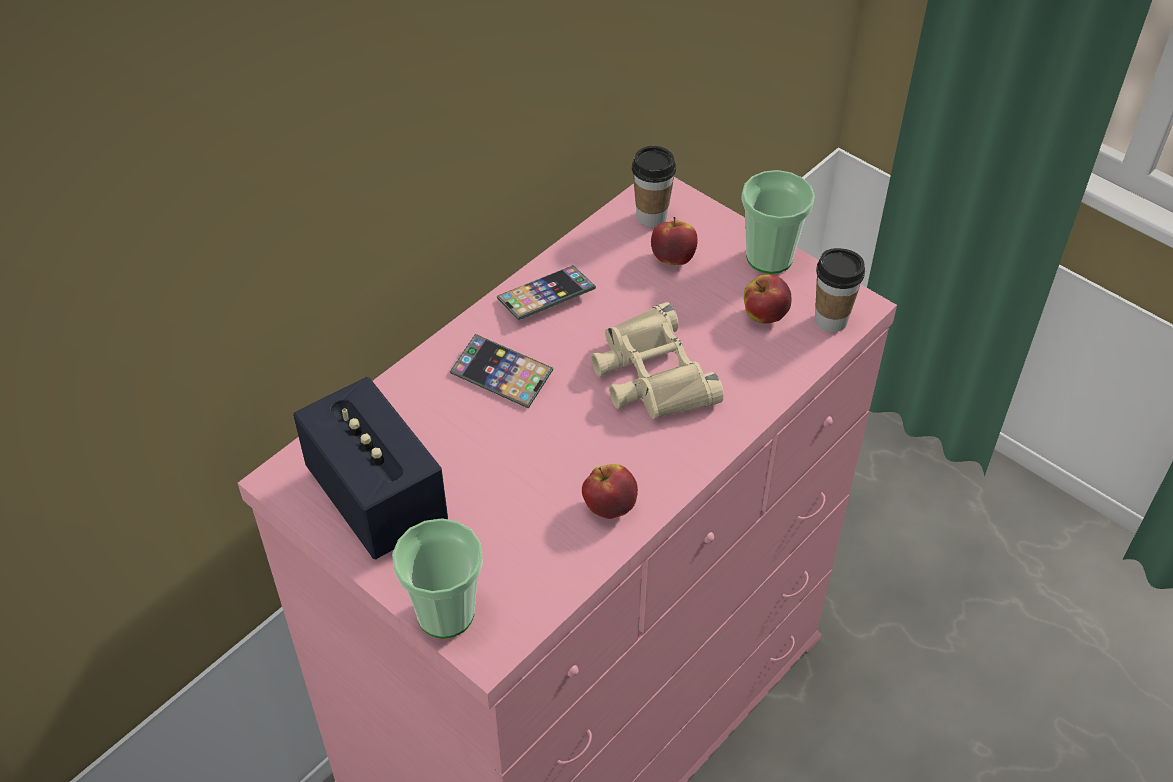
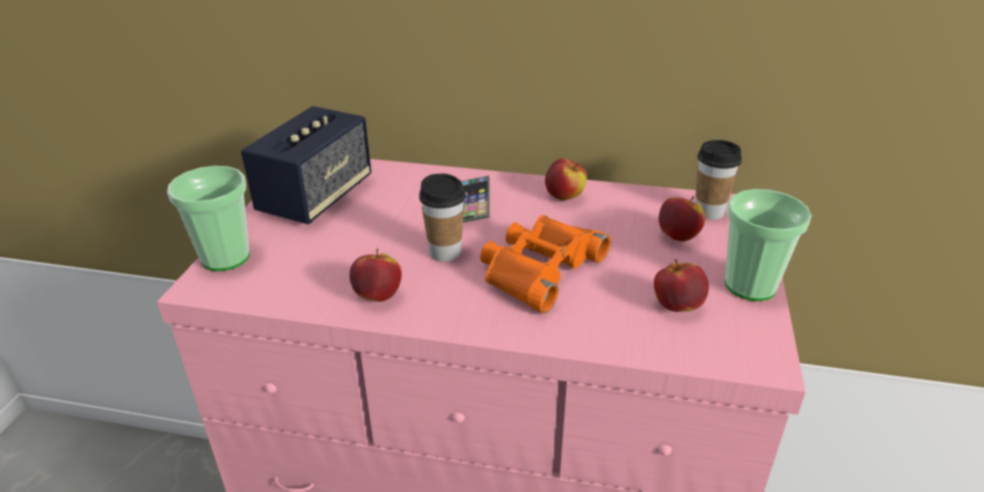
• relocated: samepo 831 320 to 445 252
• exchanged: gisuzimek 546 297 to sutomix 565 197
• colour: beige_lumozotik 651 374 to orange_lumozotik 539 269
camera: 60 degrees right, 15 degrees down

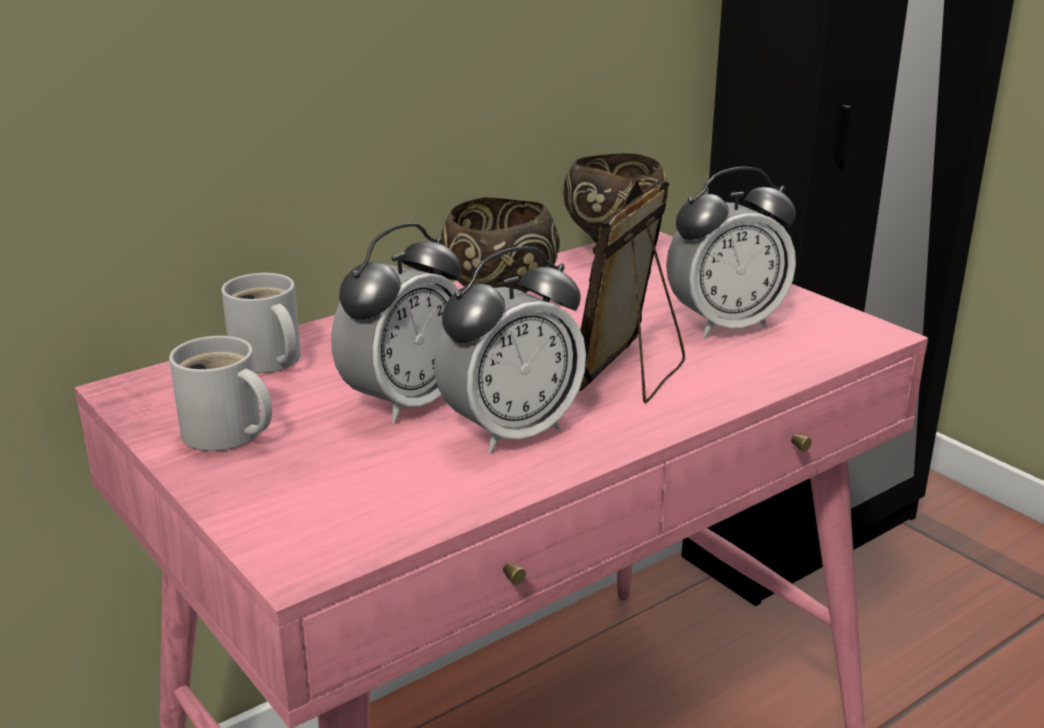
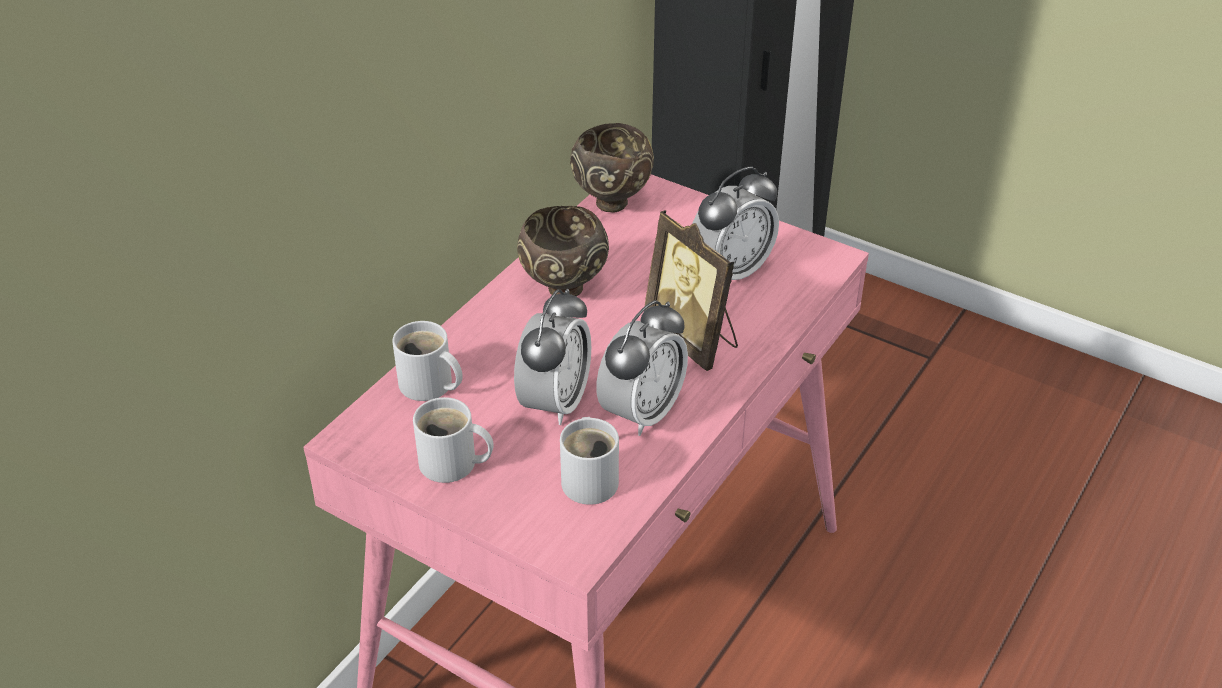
• spun: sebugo 632 376 = 693 339 45 degrees counterclockwise
• appeared: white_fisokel 591 478
camera: 20 degrees left, 15 degrees up

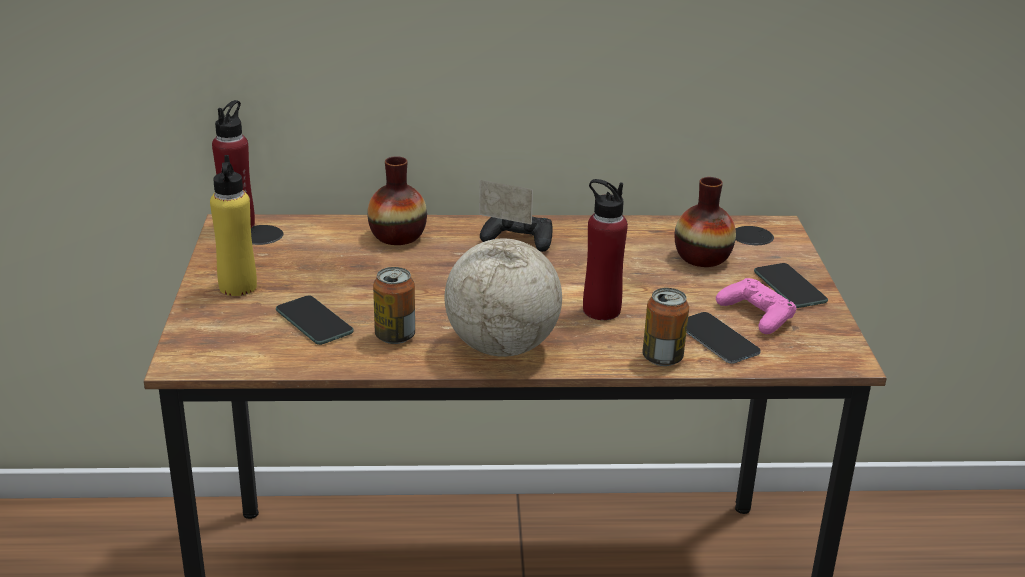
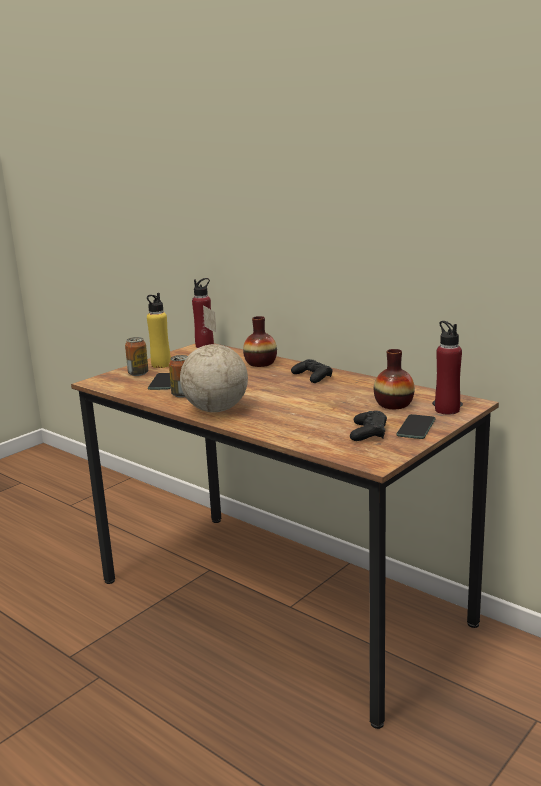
• relocated: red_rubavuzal 601 310 to 447 410
• colour: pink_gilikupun 756 314 to black_gilikupun 368 432
• relocated: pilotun 662 358 to 138 373
• missing: gisuzimek 717 338
camera: 45 degrees right, 10 degrees down

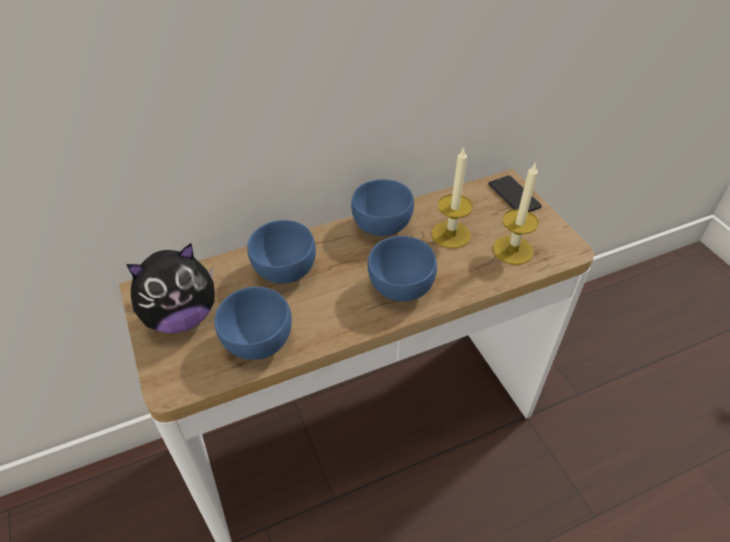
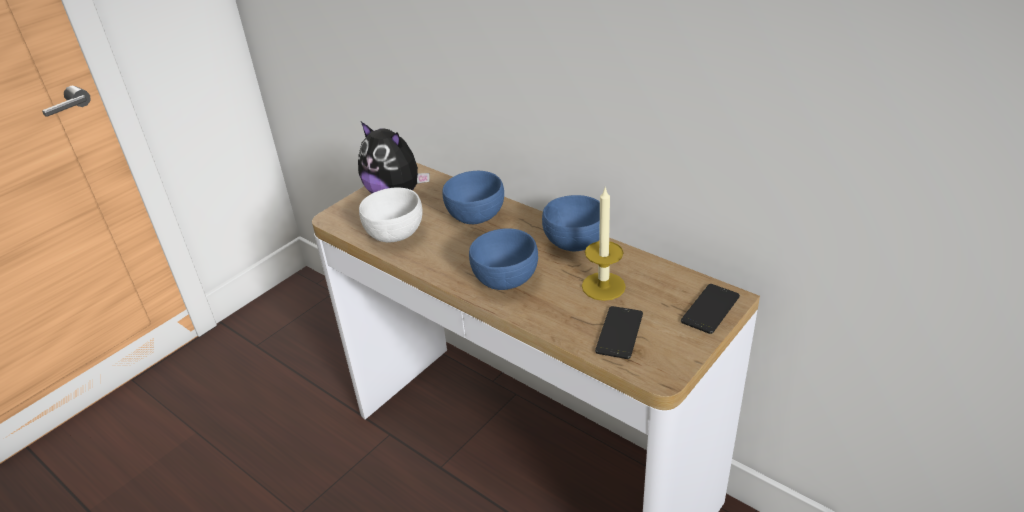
• exchanged: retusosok 513 250 to gisuzimek 619 333
• colour: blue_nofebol 259 341 to white_nofebol 396 235
camera: 65 degrees right, 10 degrees down

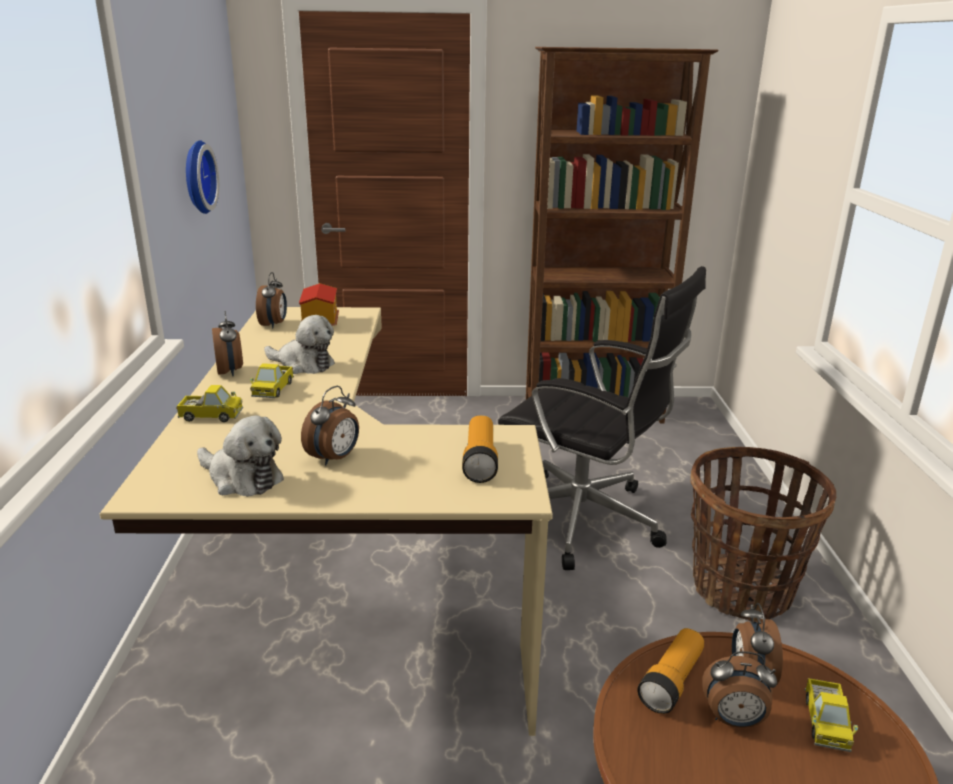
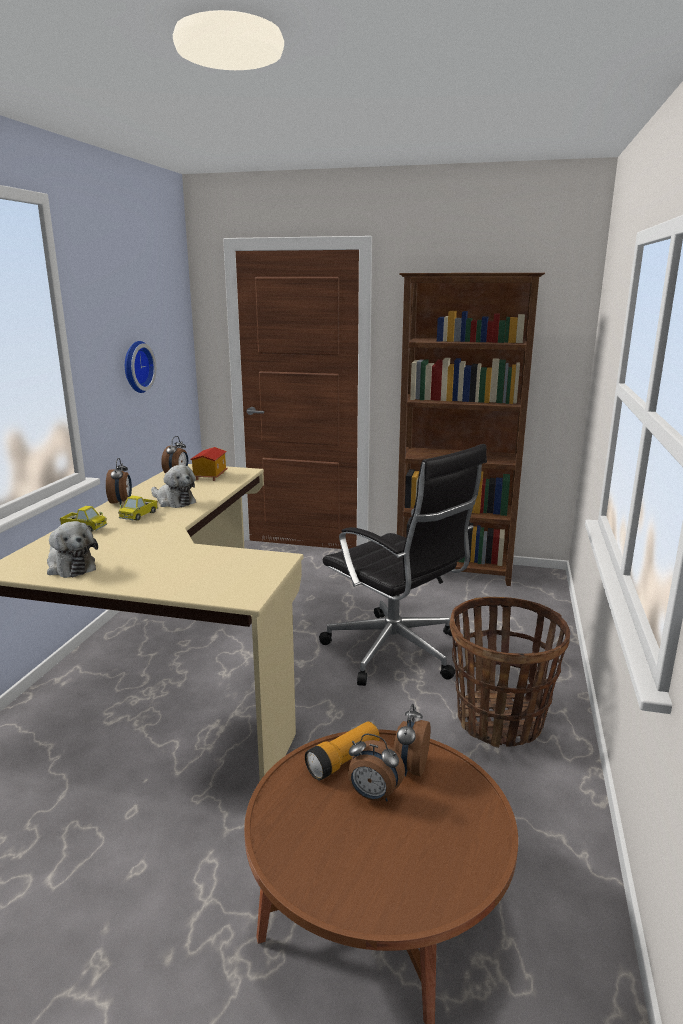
• missing: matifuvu 335 458
• missing: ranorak 480 461
• missing: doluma 825 723
camera: 15 degrees right, 5 degrees down

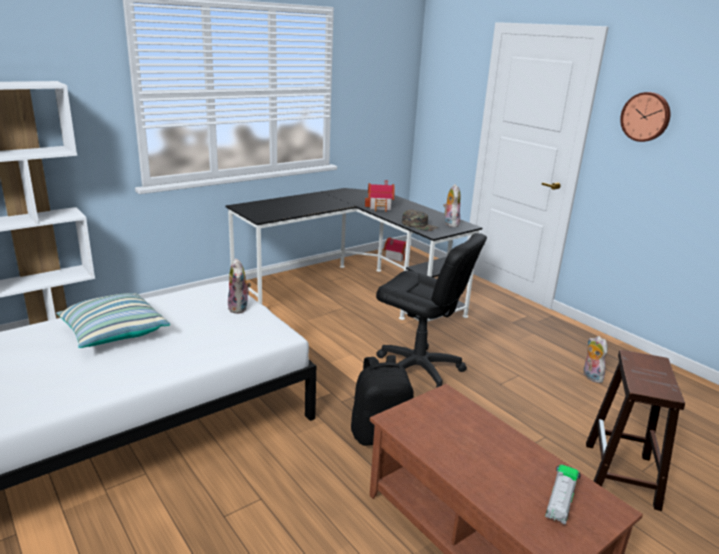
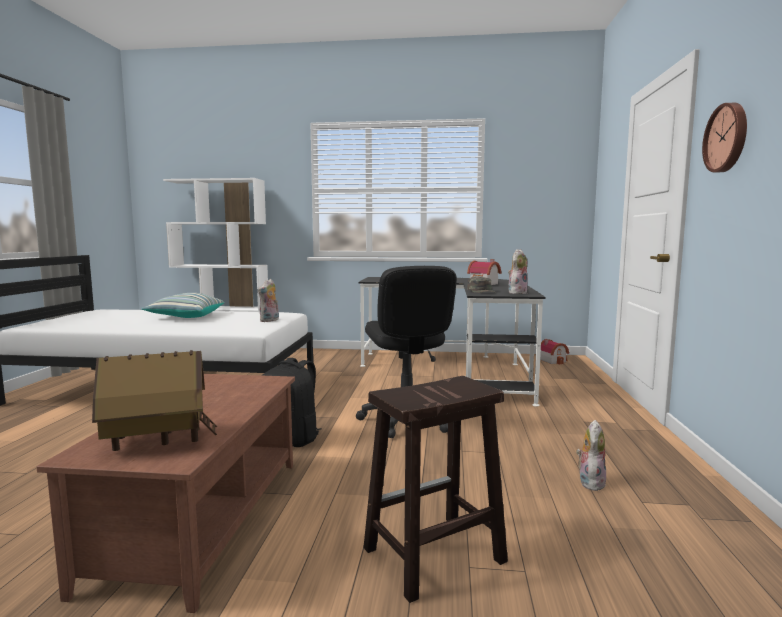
• exchanged: doluma 559 504 to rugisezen 158 441
camera: 45 degrees right, 15 degrees down

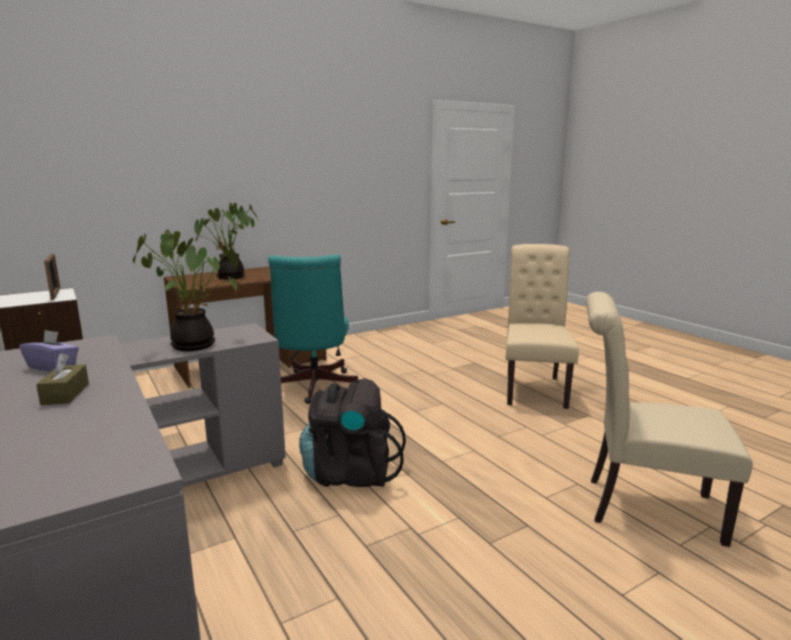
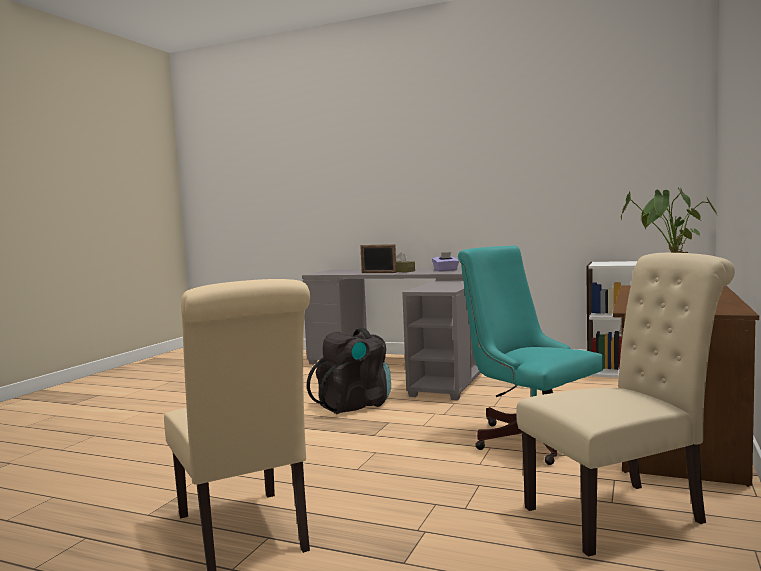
• missing: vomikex 196 344
• relocated: sebugo 55 294 to 378 272
• relocated: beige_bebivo 643 507 to 623 513
camera: 145 degrees right, 10 degrees down

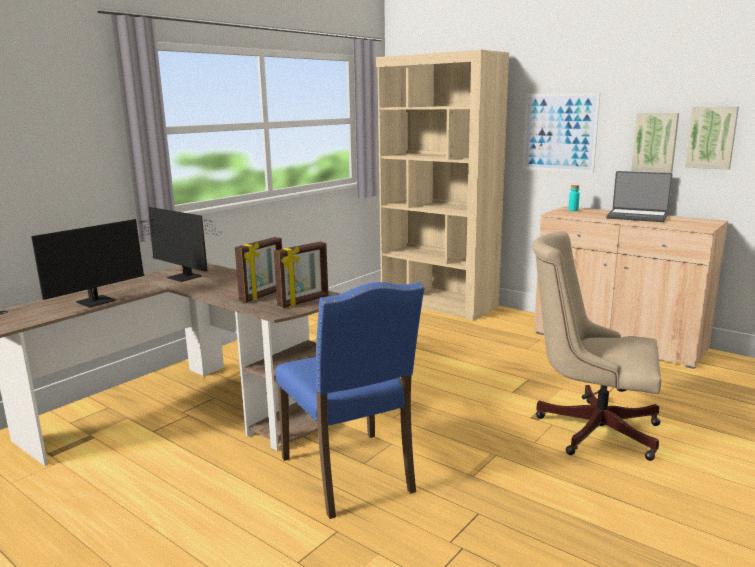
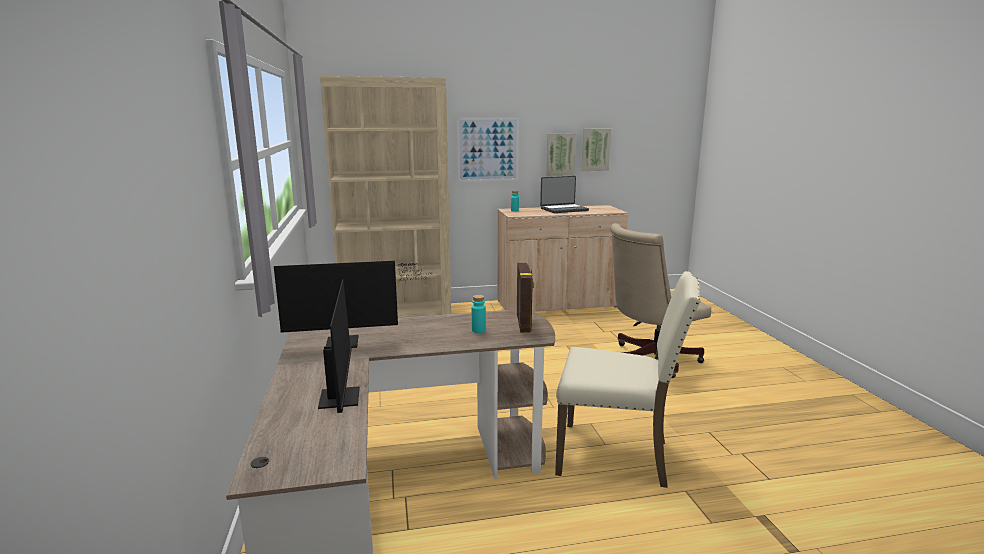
• exchanged: sebugo 263 295 to turquoise_rubavuzal 478 330
• colour: blue_bebivo 351 475 to beige_bebivo 616 455
camera: 50 degrees left, 0 degrees up

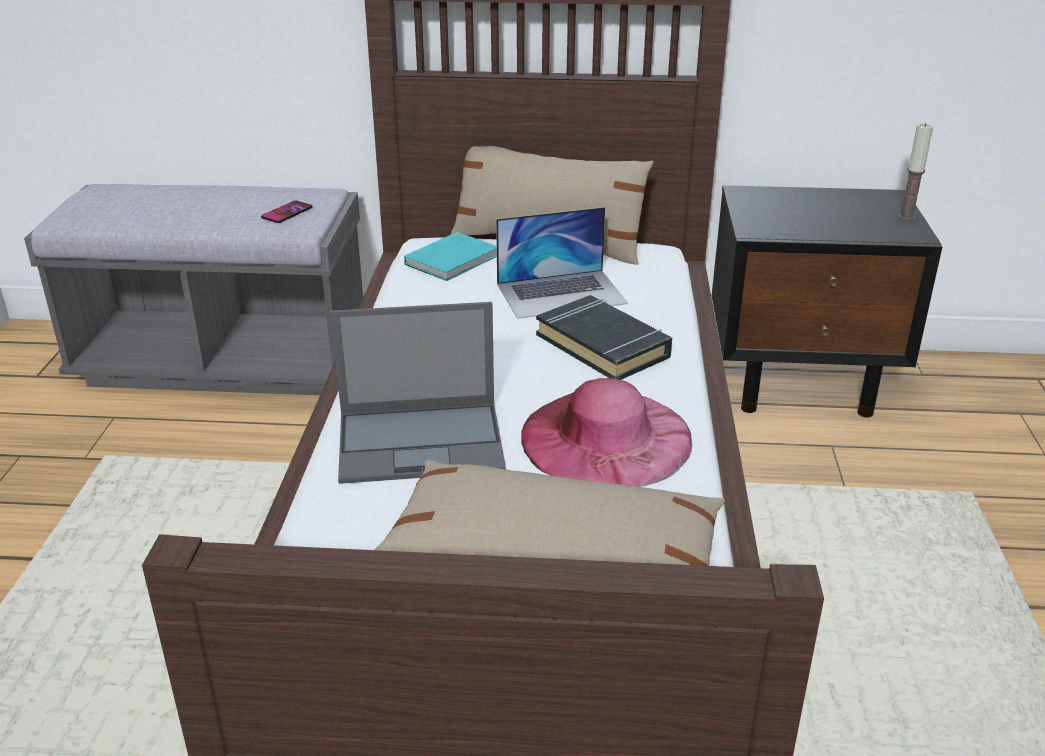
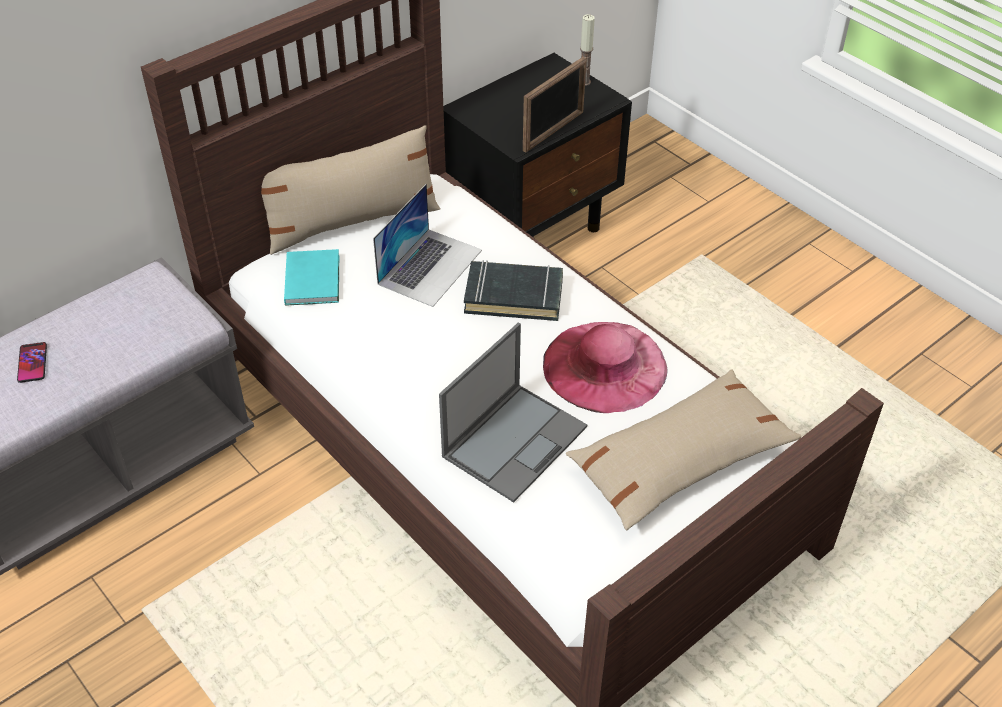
• relocated: gisuzimek 287 213 to 32 363
• appeared: sebugo 553 131
camera: 45 degrees left, 15 degrees up

